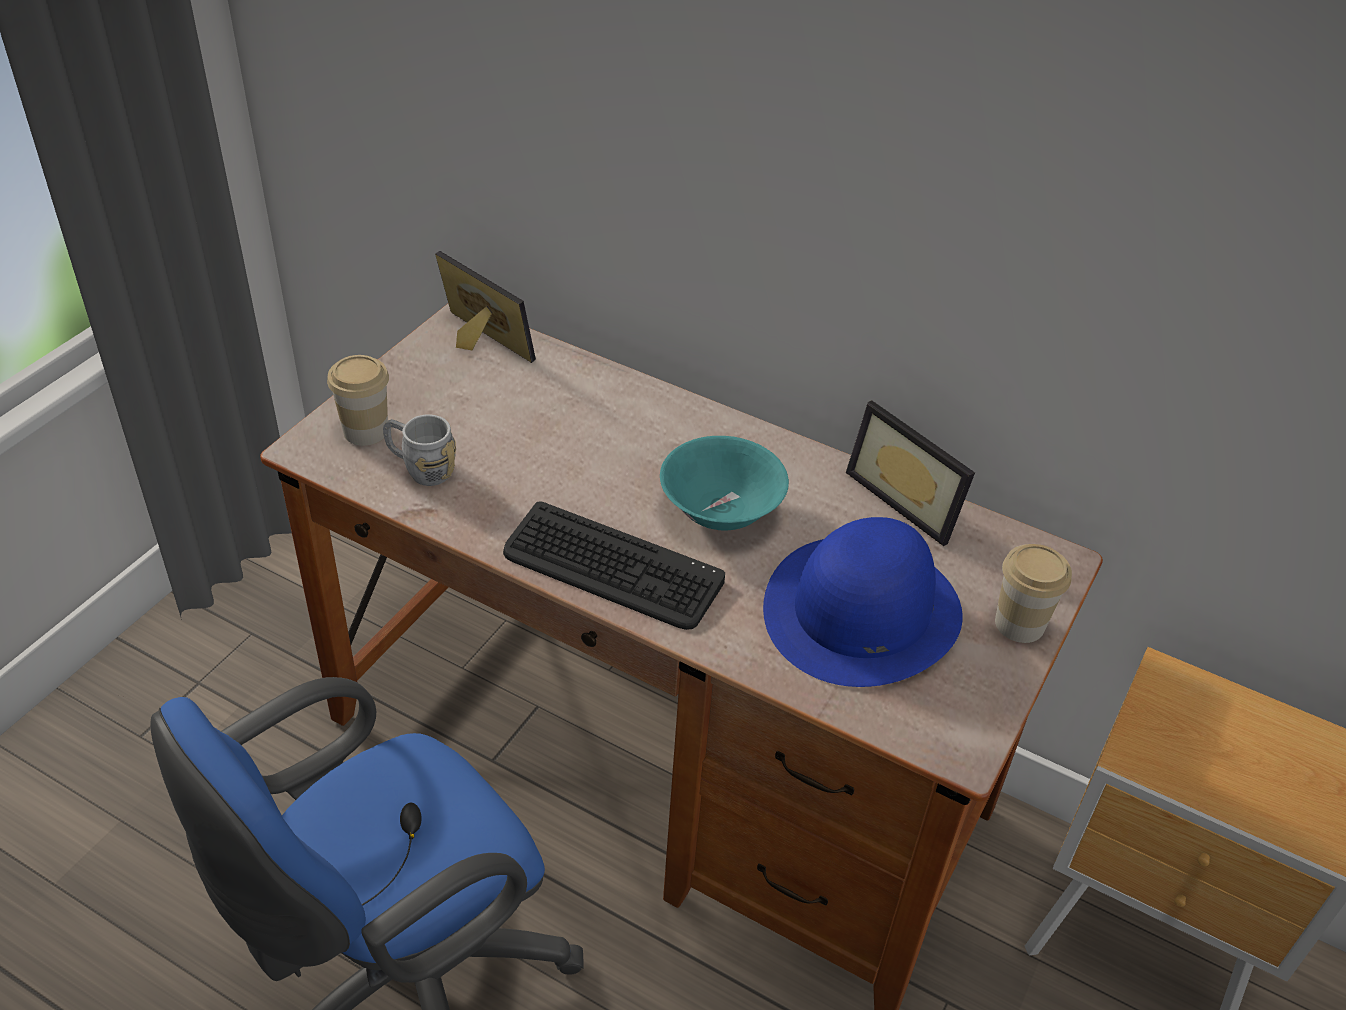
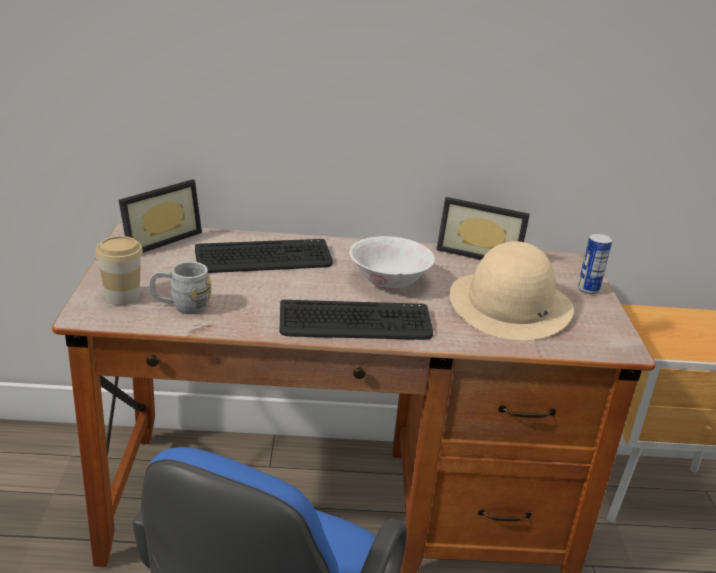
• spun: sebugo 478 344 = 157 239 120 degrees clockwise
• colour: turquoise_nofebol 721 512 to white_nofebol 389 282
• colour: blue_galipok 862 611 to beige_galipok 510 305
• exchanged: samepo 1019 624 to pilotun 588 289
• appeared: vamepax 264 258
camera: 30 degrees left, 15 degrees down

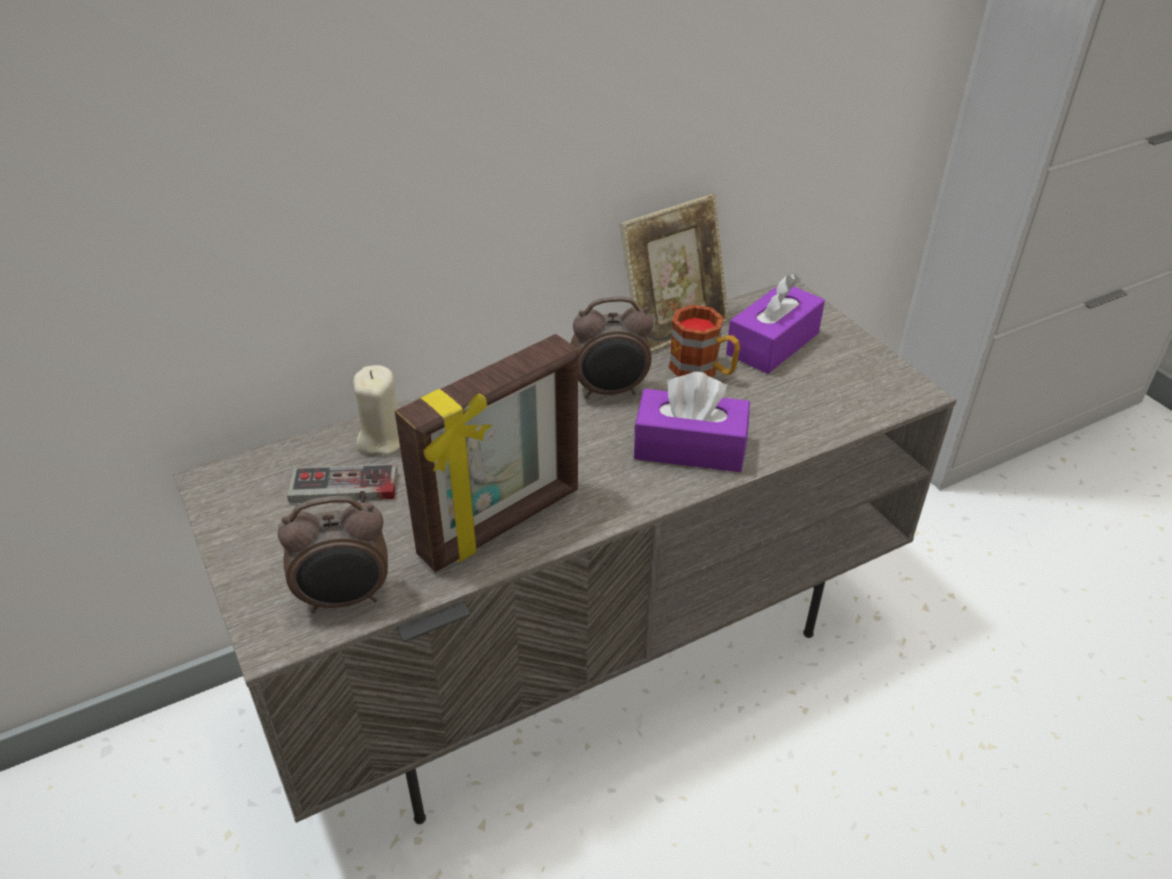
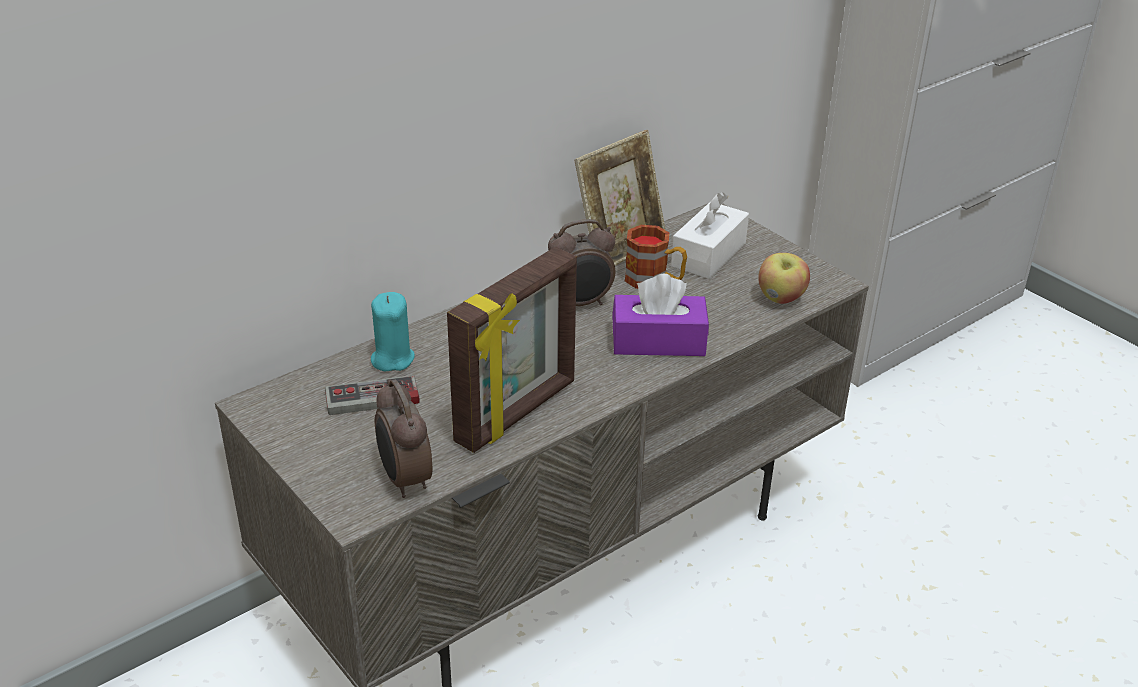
• colour: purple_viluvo 772 344 to white_viluvo 708 255
• colour: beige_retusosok 382 439 to turquoise_retusosok 392 359
• spun: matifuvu 345 599 = 404 480 90 degrees clockwise
• appeared: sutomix 781 298
camera: 10 degrees left, 5 degrees down

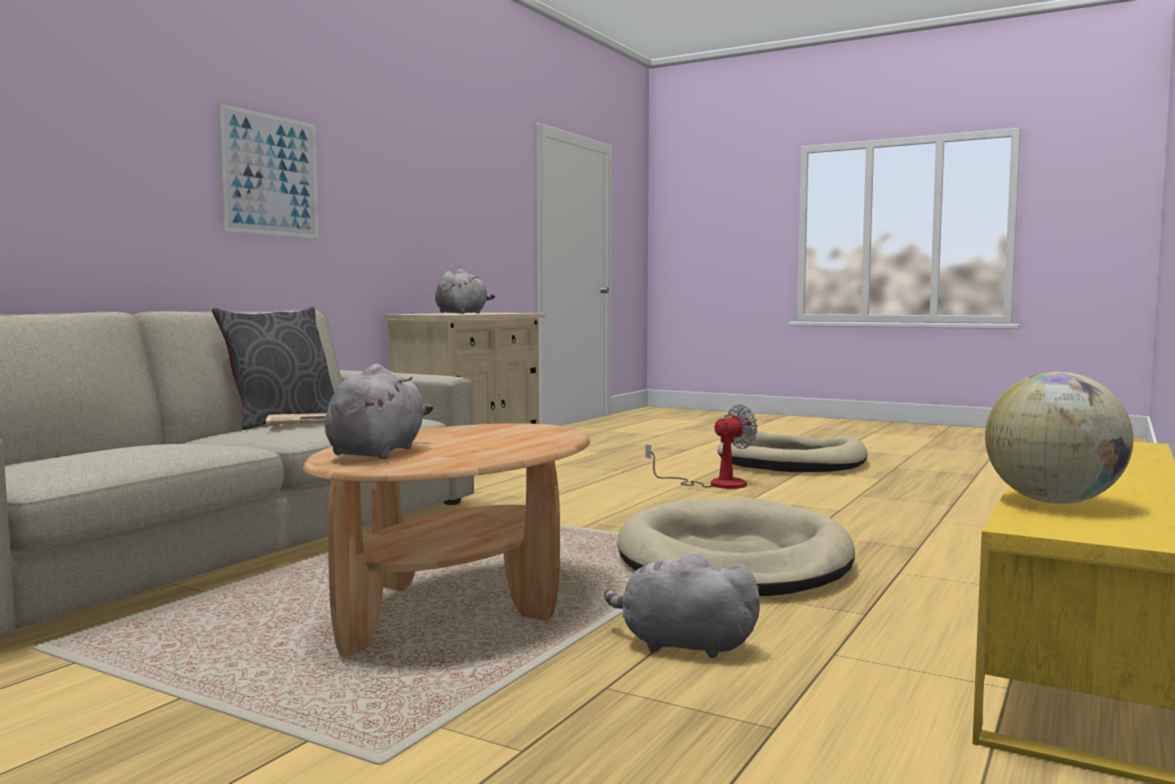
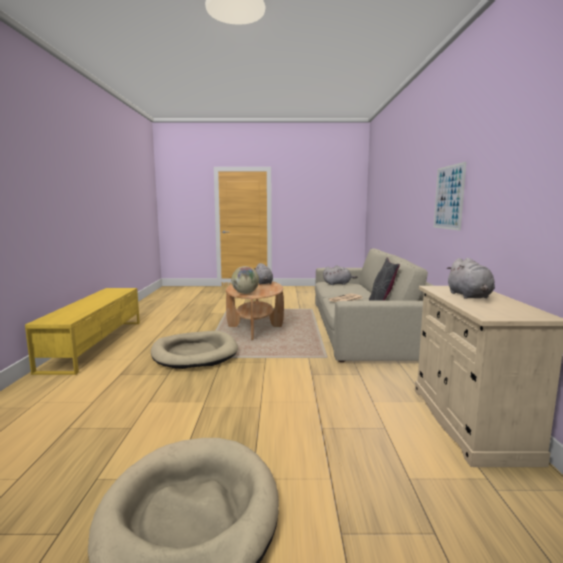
• relocated: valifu 1054 502 to 245 293
• missing: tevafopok 714 484
• relocated: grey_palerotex 681 645 to 338 284
camera: 150 degrees right, 5 degrees up

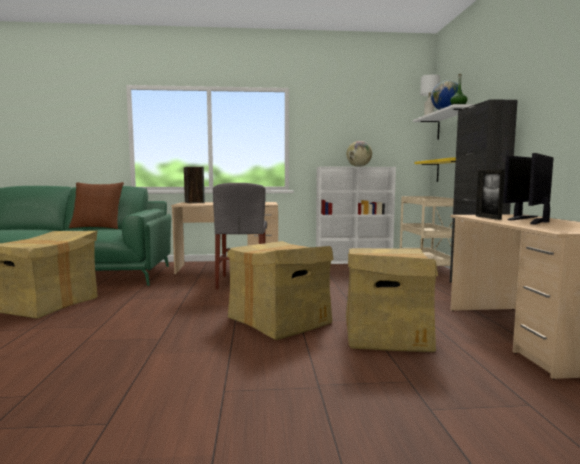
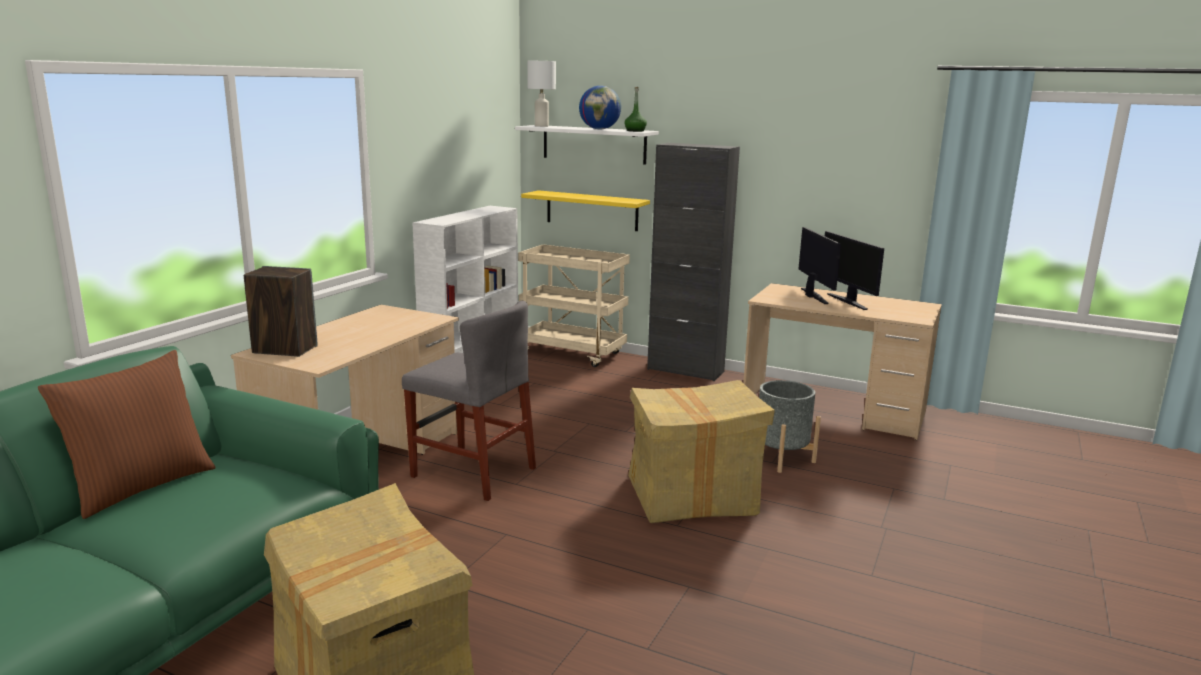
• missing: valifu 358 166
• missing: sebugo 488 217
• exchanged: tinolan 385 333 to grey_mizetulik 781 458
camera: 60 degrees left, 10 degrees up

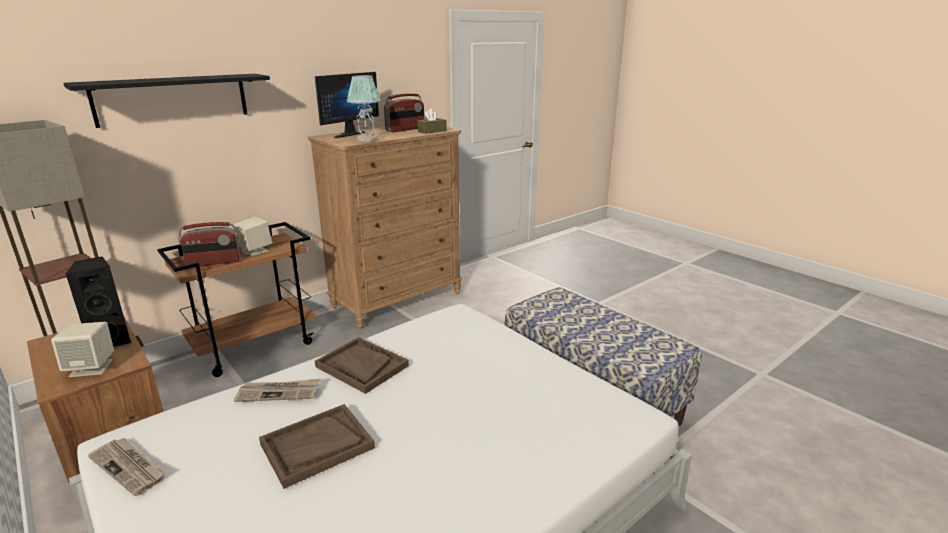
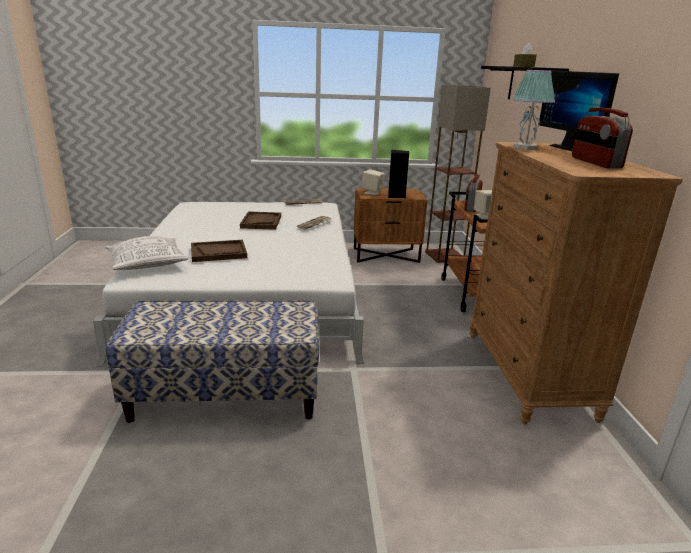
• relocated: brown_viluvo 432 131 to 523 66
• relocated: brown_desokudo 361 366 to 218 252
• appeared: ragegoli 147 264
camera: 125 degrees right, 0 degrees up

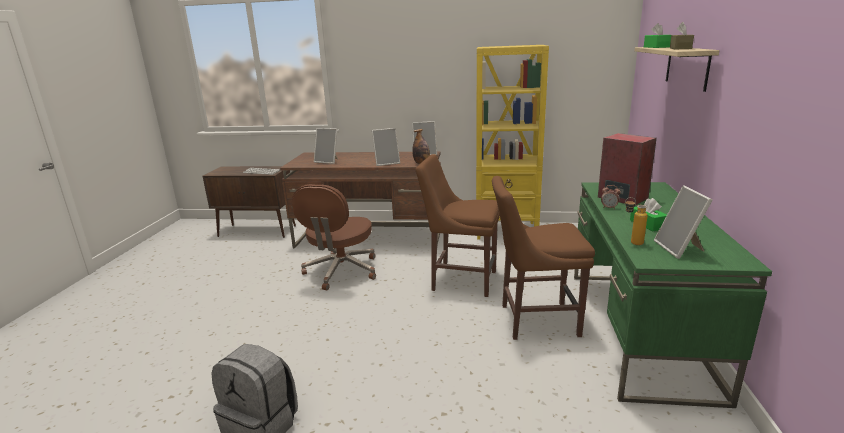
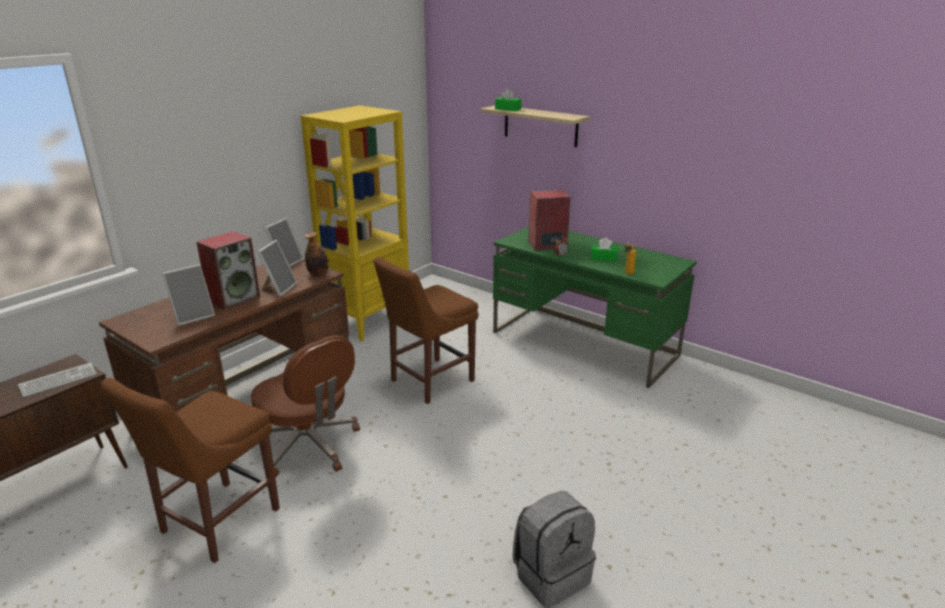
• missing: brown_viluvo 680 48
• relocated: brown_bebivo 534 320 to 215 523
• missing: sebugo 680 249
• appeared: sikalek 234 299
camera: 60 degrees left, 5 degrees up

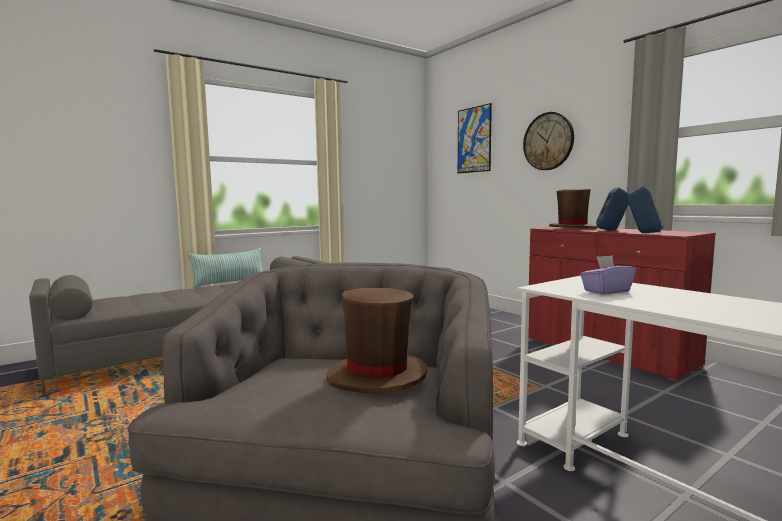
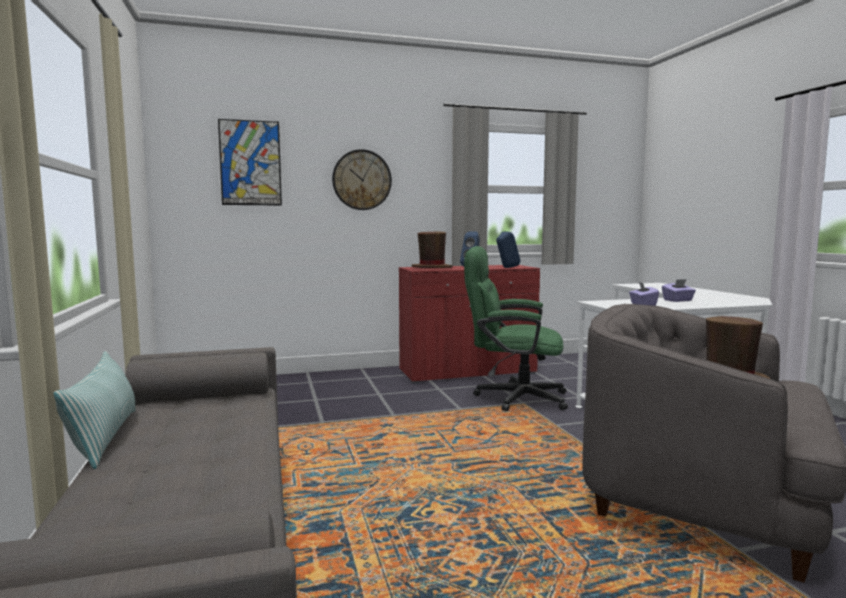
• appeared: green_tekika 512 397
• appeared: purple_viluvo 678 300
camera: 70 degrees left, 0 degrees up

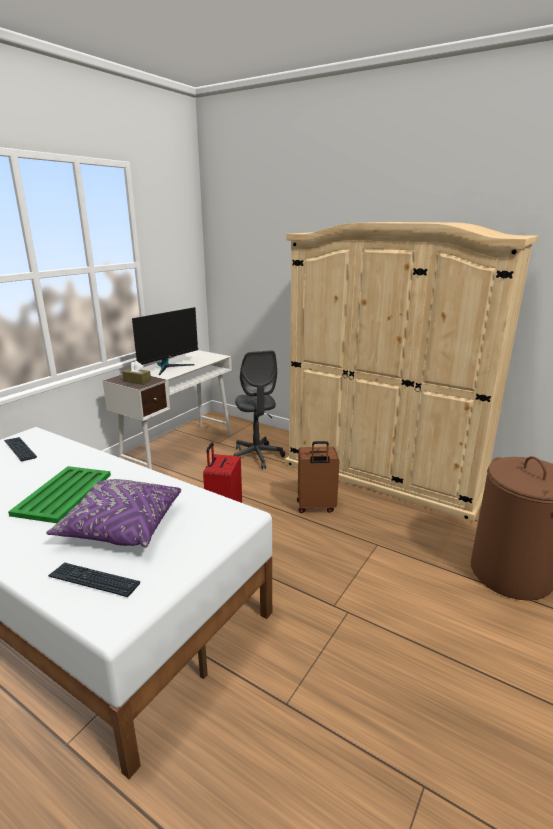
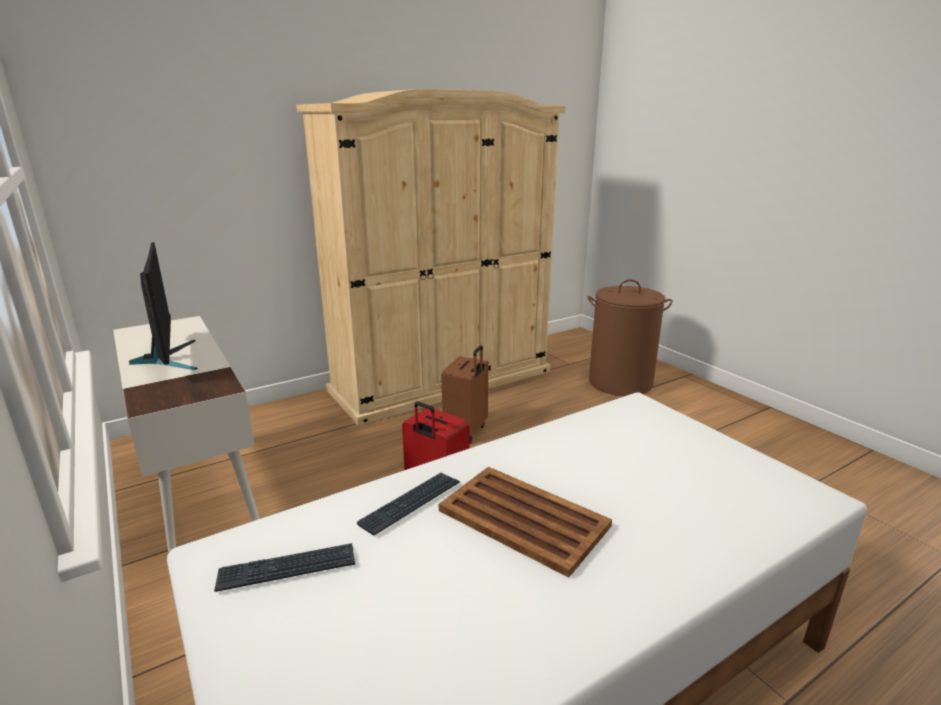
• missing: grey_tekika 257 456
• missing: brown_viluvo 137 381
• colour: green_desokudo 64 493 to brown_desokudo 522 517
• missing: purple_ragegoli 121 526
• relocated: vamepax 94 581 to 410 503
camera: 65 degrees left, 0 degrees up

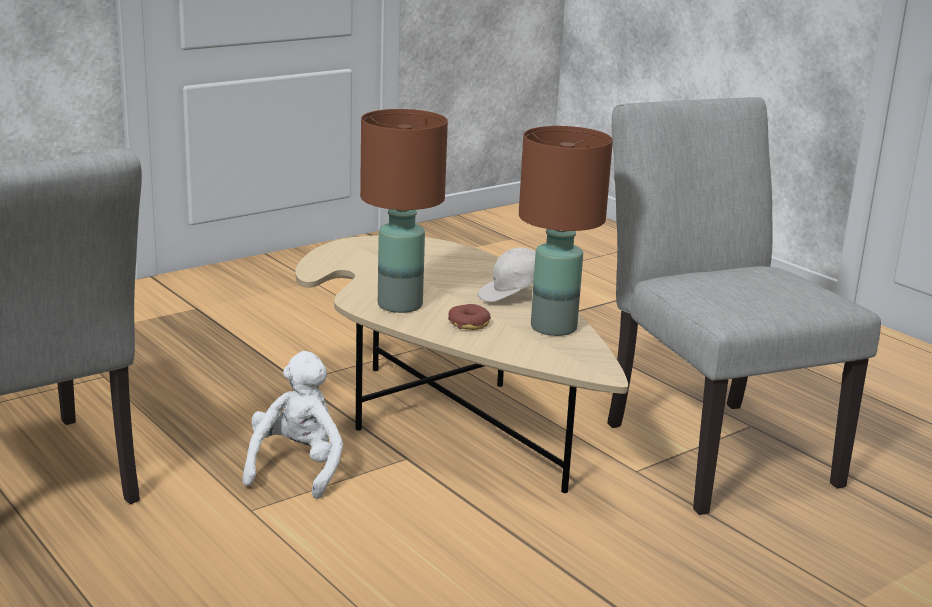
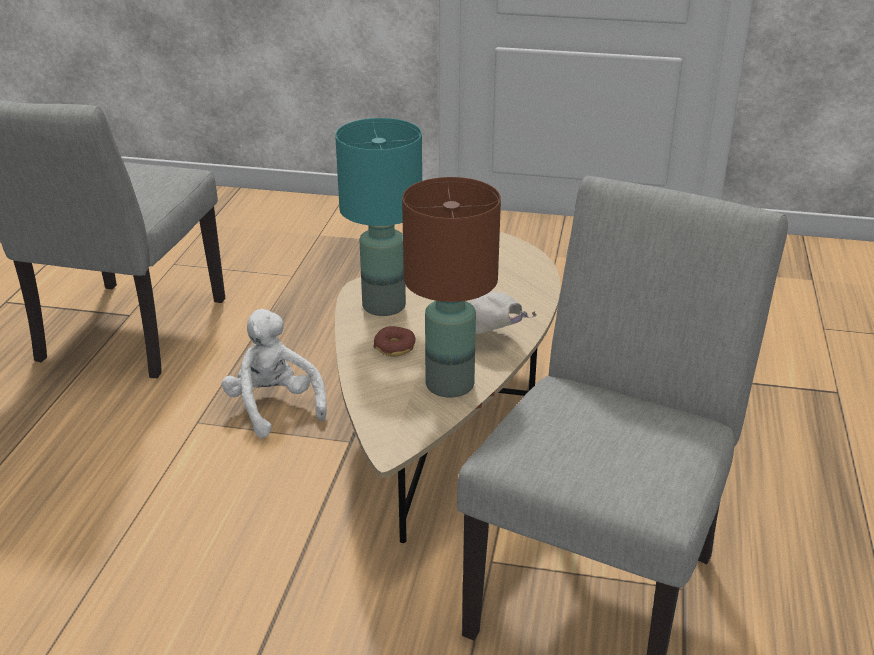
• colour: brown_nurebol 399 304 to turquoise_nurebol 384 305
• spun: white_palerotex 297 468 = 274 407 90 degrees counterclockwise
camera: 50 degrees right, 10 degrees up

